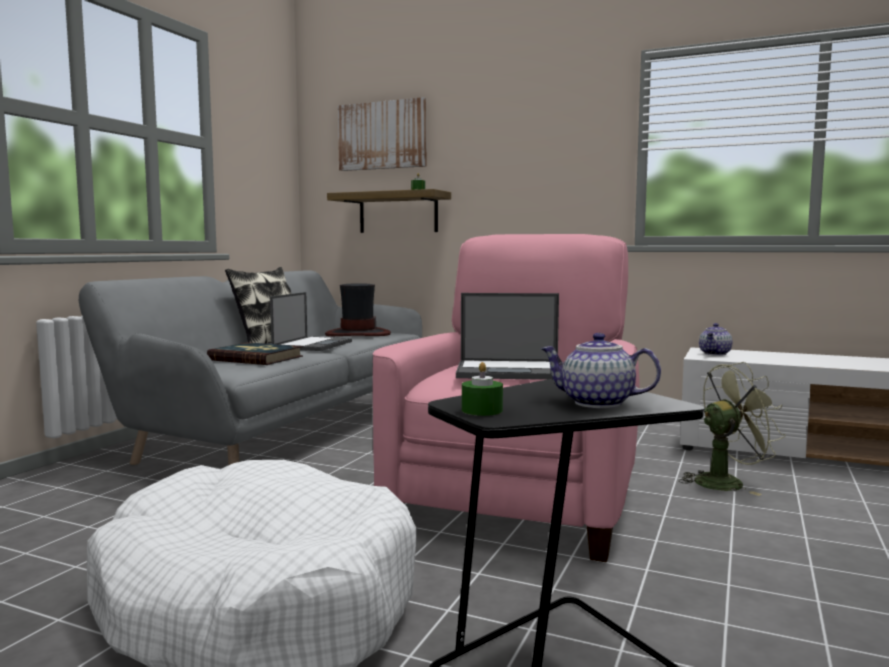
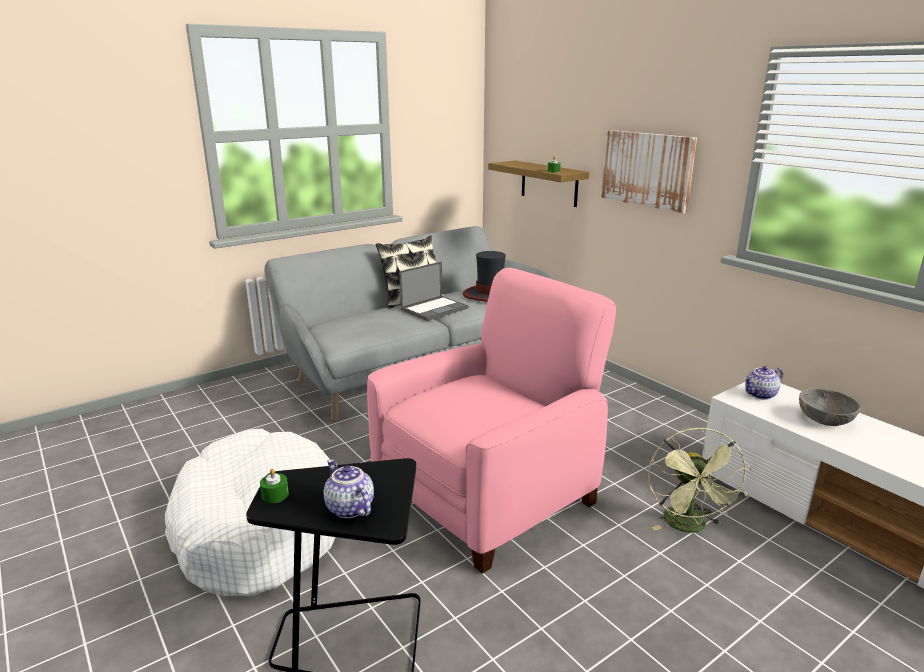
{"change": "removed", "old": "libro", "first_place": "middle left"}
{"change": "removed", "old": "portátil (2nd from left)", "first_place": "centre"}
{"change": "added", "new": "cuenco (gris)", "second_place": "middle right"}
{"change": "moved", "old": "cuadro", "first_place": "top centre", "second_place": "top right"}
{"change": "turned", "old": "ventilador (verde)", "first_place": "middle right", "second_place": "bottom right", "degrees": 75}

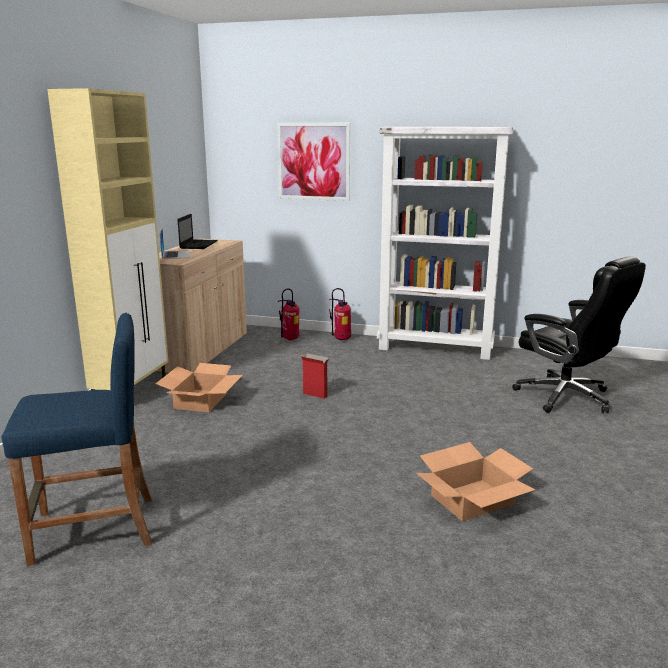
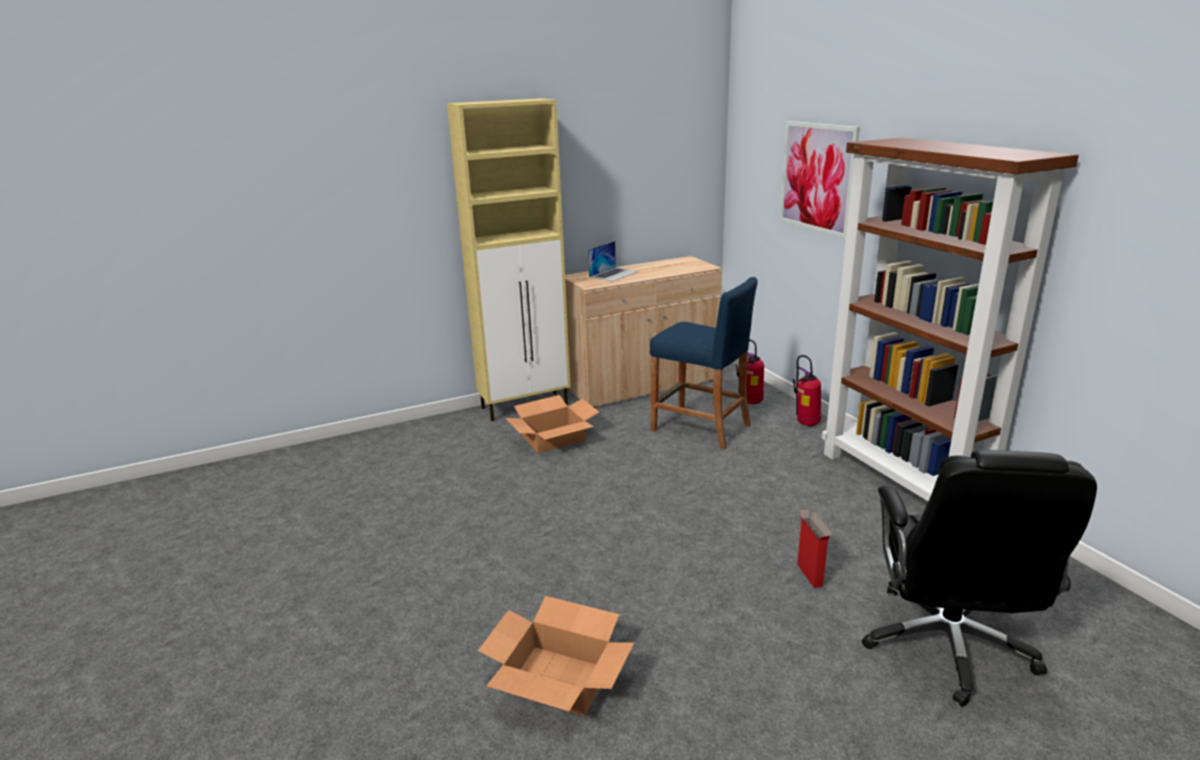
{"change": "removed", "old": "portátil (2nd from left)", "first_place": "middle left"}
{"change": "moved", "old": "taburete (azul)", "first_place": "middle left", "second_place": "centre"}
{"change": "moved", "old": "caja de cartón (2nd from left in the first image)", "new": "caja de cartón (3rd from left)", "first_place": "centre", "second_place": "bottom right"}
{"change": "recoloured", "old": "estantería (blanco)", "new": "estantería (marrón)", "first_place": "centre", "second_place": "middle right"}

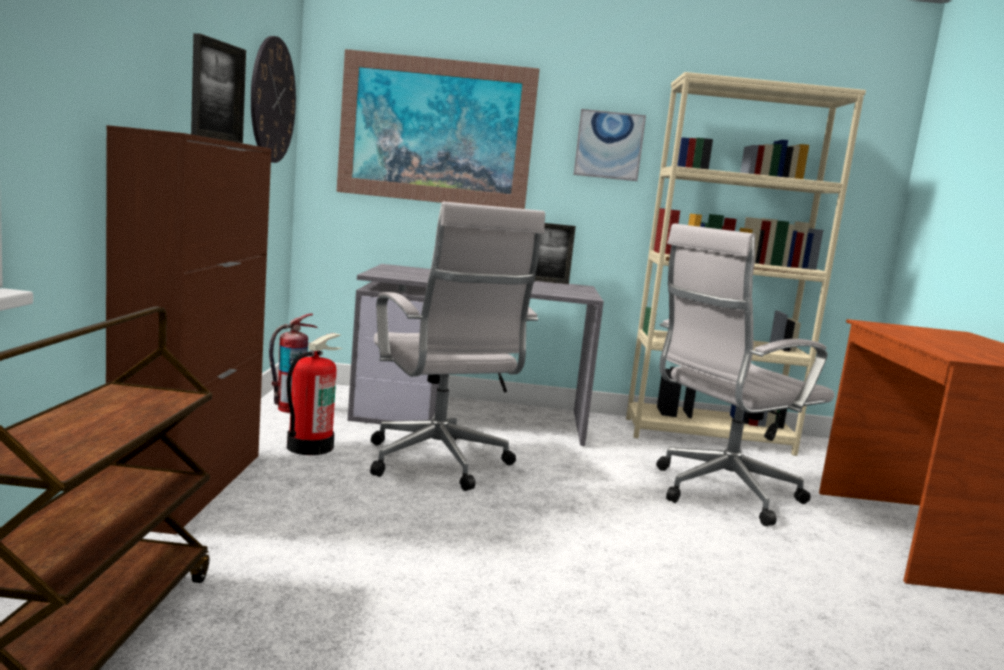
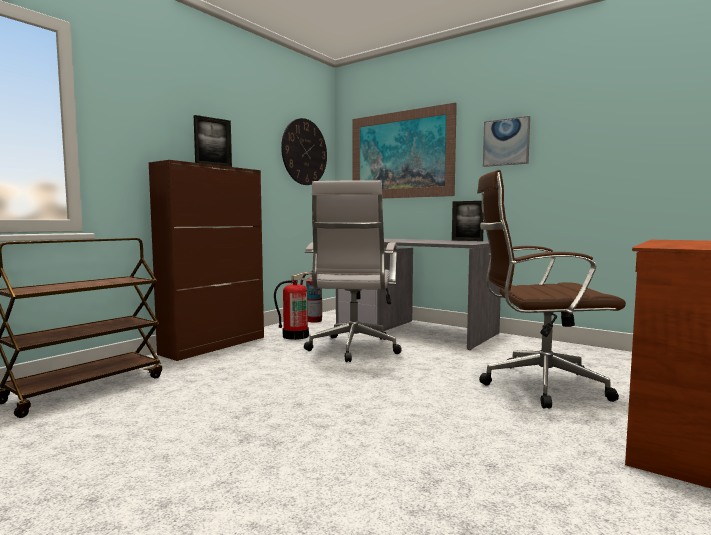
{"change": "removed", "old": "estantería (beis)", "first_place": "middle right"}
{"change": "recoloured", "old": "silla de oficina (blanco) (2nd from left)", "new": "silla de oficina (marrón)", "first_place": "middle right", "second_place": "middle right"}

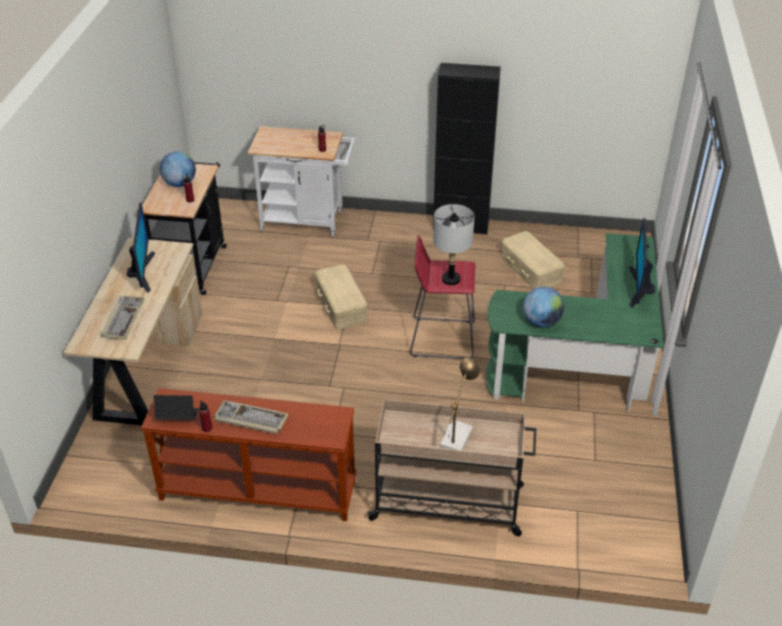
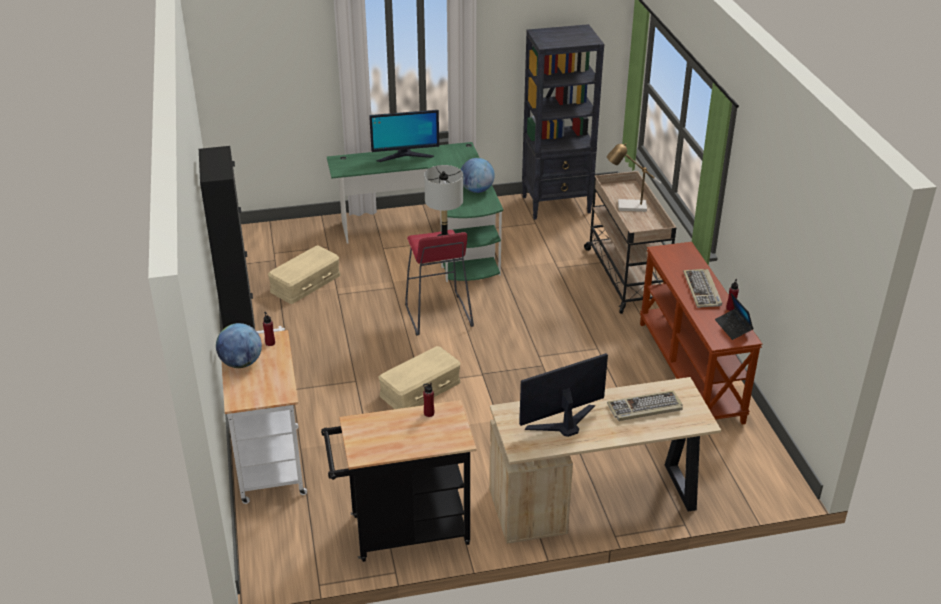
{"change": "added", "new": "estantería (negro)", "second_place": "top centre"}
{"change": "moved", "old": "globo terráqueo (1st from left)", "first_place": "top left", "second_place": "middle left"}

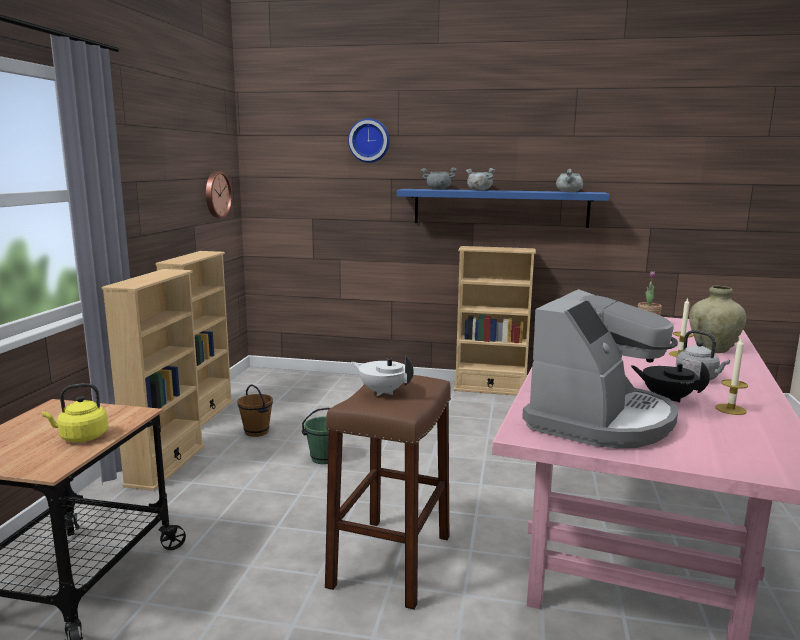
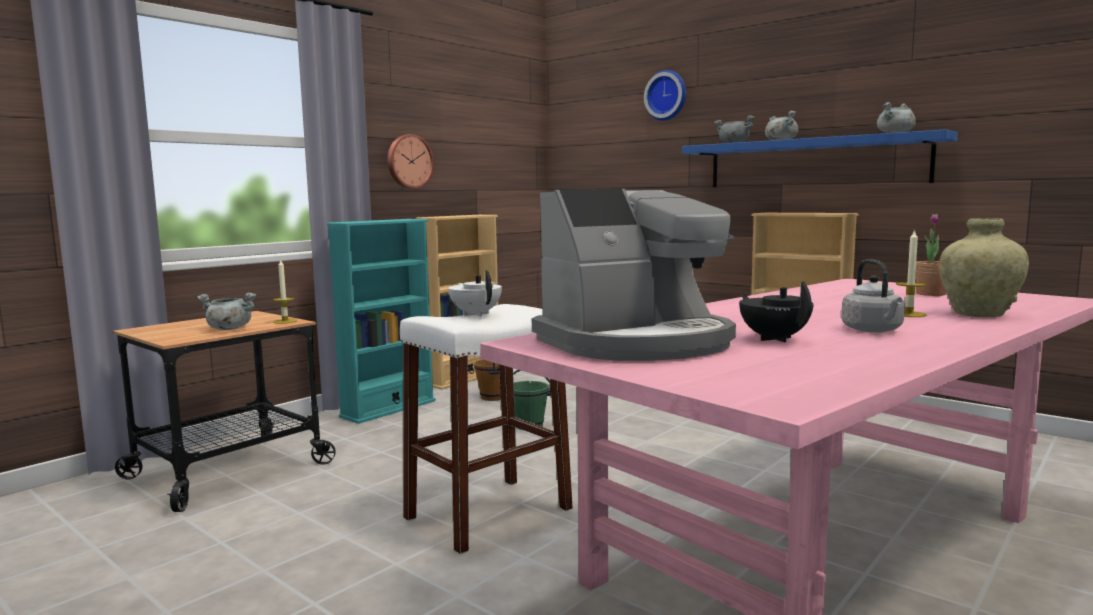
{"change": "moved", "old": "reloj de pared (1st from left)", "first_place": "top left", "second_place": "top centre"}
{"change": "moved", "old": "vela (2nd from left in the first image)", "new": "vela (1st from left)", "first_place": "middle right", "second_place": "middle left"}
{"change": "replaced", "old": "hervidor (amarillo)", "new": "olla (gris) (1st from left)", "first_place": "middle left", "second_place": "middle left"}
{"change": "recoloured", "old": "estantería (beis) (1st from left)", "new": "estantería (turquesa)", "first_place": "middle left", "second_place": "centre"}
{"change": "recoloured", "old": "taburete (marrón)", "new": "taburete (blanco)", "first_place": "bottom centre", "second_place": "bottom centre"}

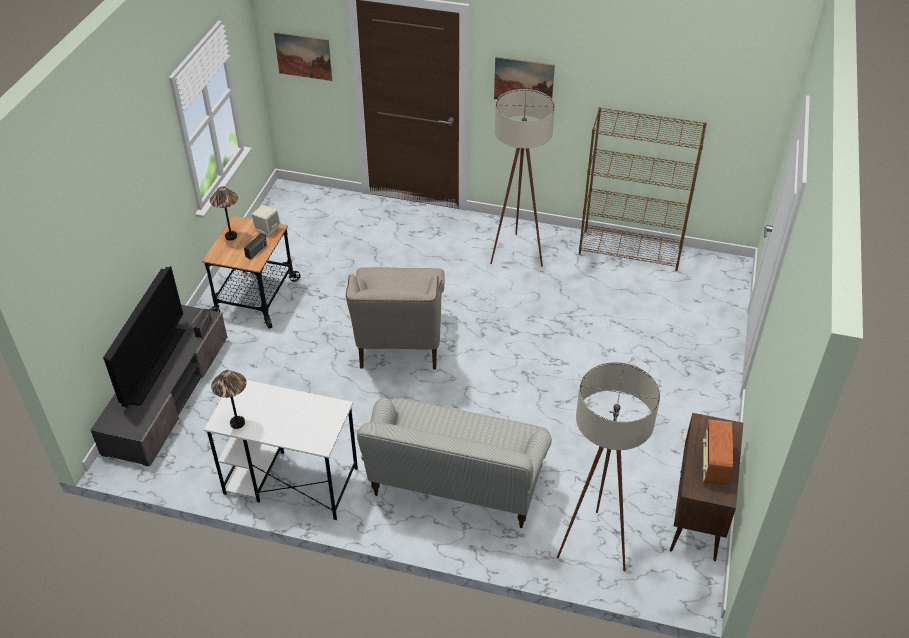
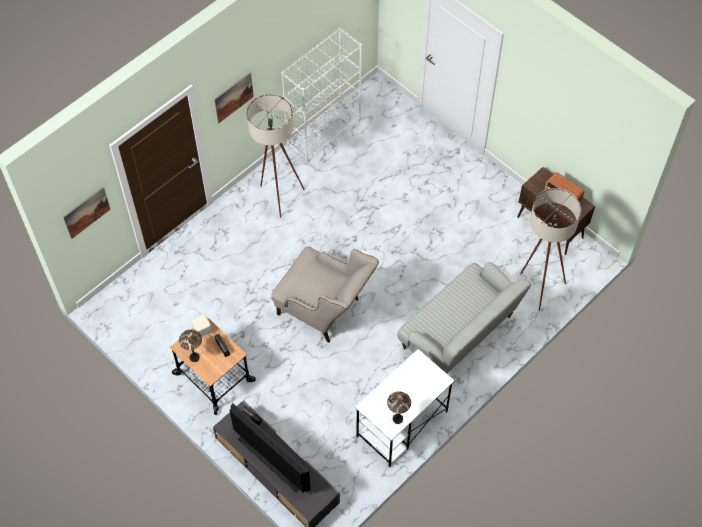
{"change": "recoloured", "old": "estantería (marrón)", "new": "estantería (blanco)", "first_place": "top right", "second_place": "top centre"}

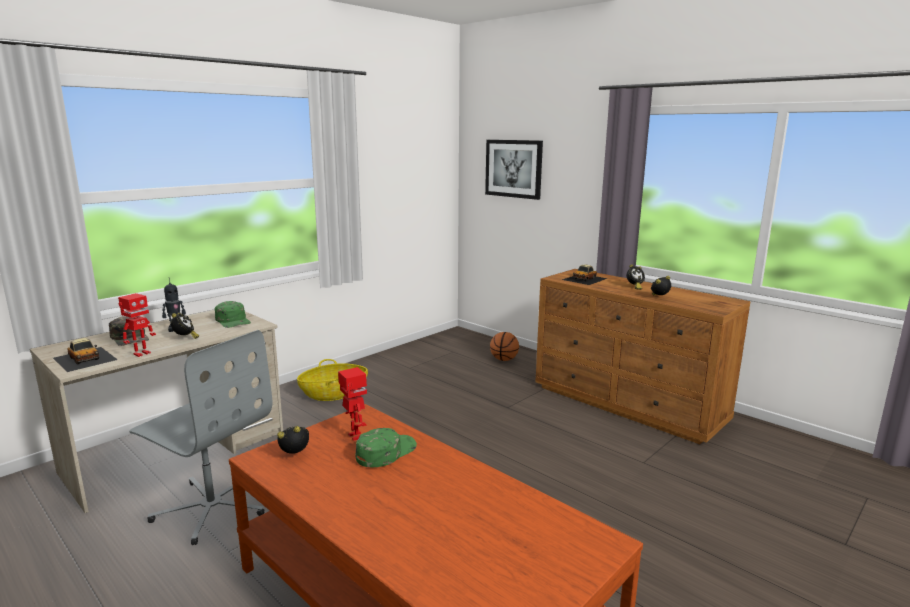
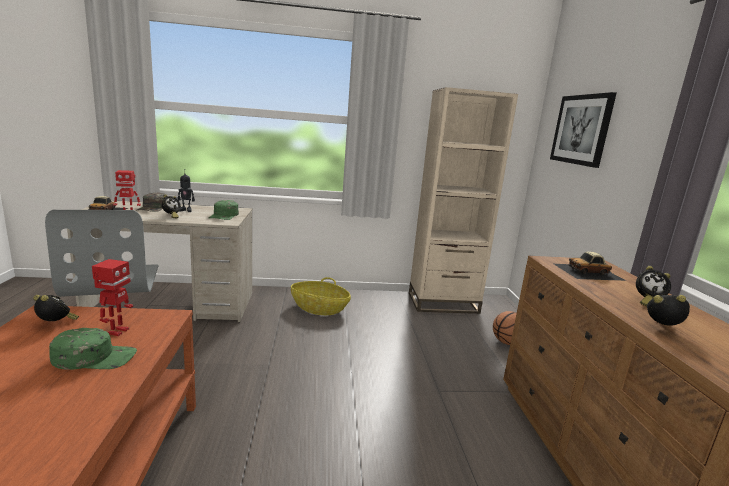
{"change": "added", "new": "estantería (beis)", "second_place": "centre"}

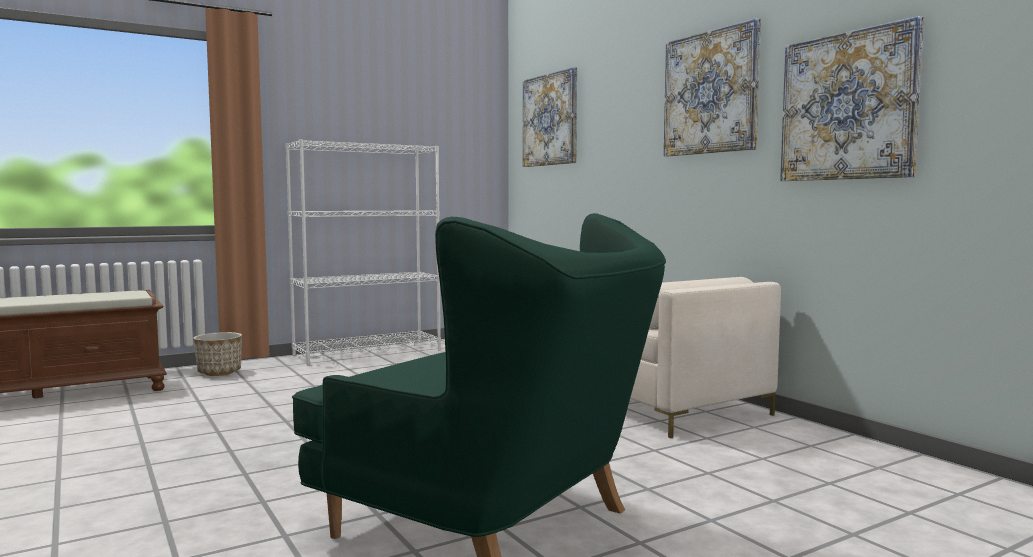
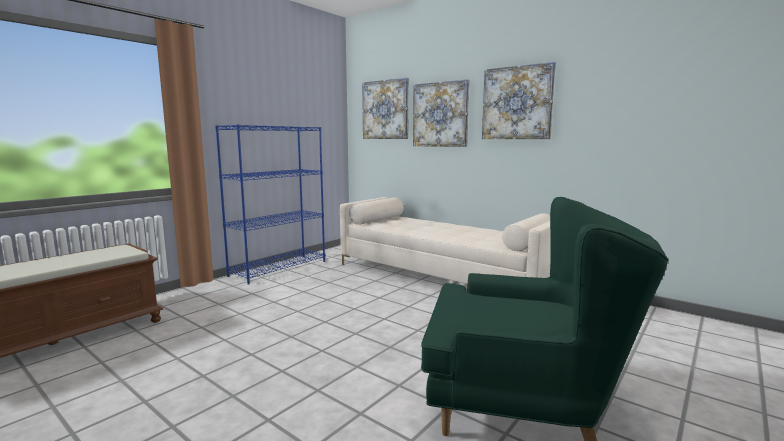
{"change": "removed", "old": "maceta", "first_place": "middle left"}
{"change": "moved", "old": "cuadro (3rd from left in the first image)", "new": "cuadro (2nd from left)", "first_place": "top right", "second_place": "top centre"}
{"change": "recoloured", "old": "estantería (blanco)", "new": "estantería (azul)", "first_place": "centre", "second_place": "centre"}

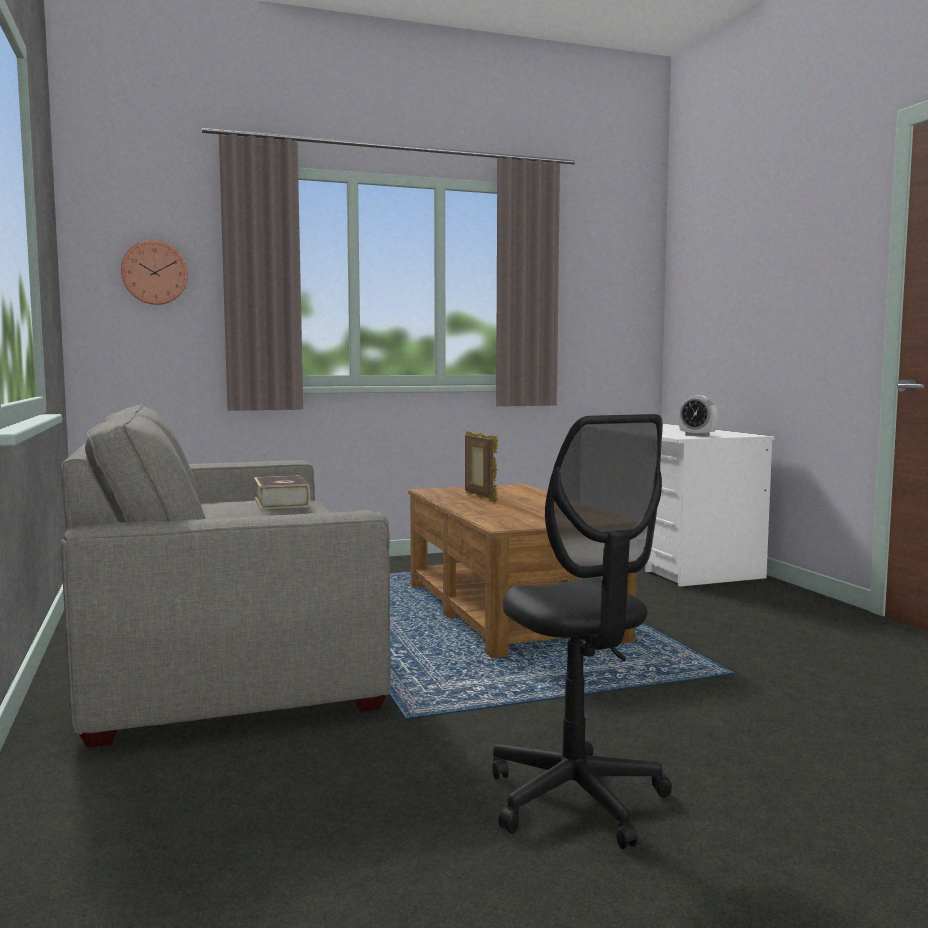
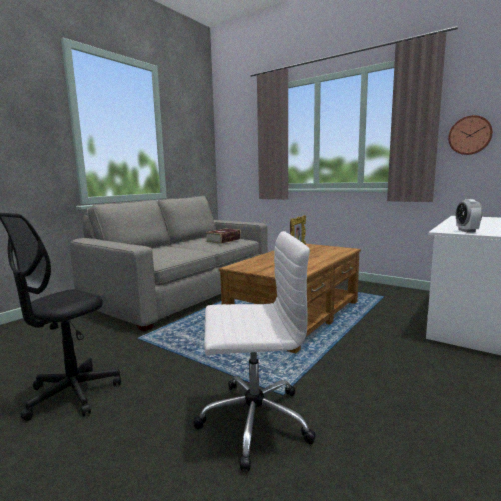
{"change": "added", "new": "silla de oficina (blanco)", "second_place": "bottom centre"}
{"change": "moved", "old": "reloj de pared", "first_place": "top left", "second_place": "top right"}

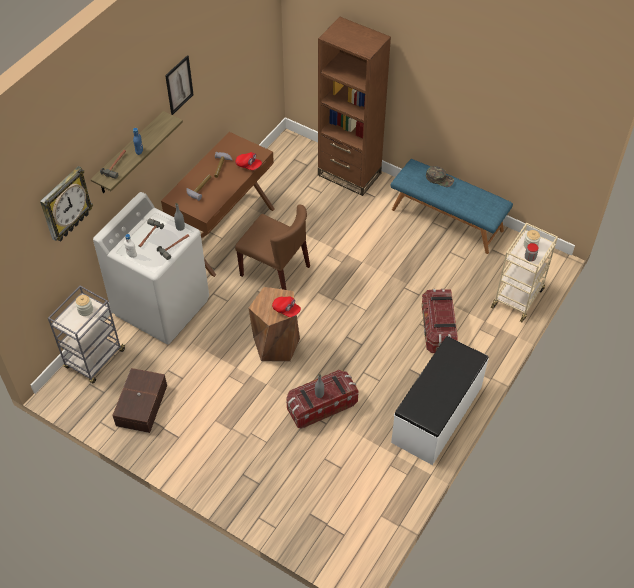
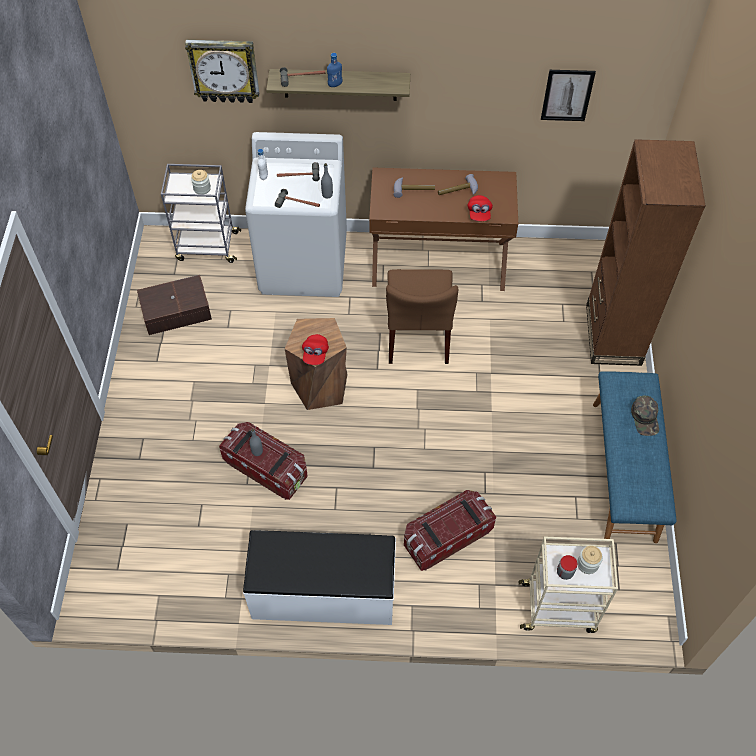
{"change": "moved", "old": "cuadro", "first_place": "top left", "second_place": "top right"}

